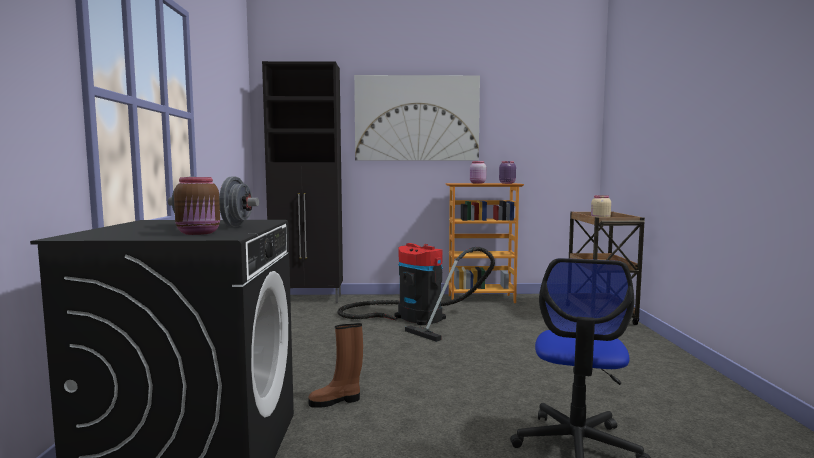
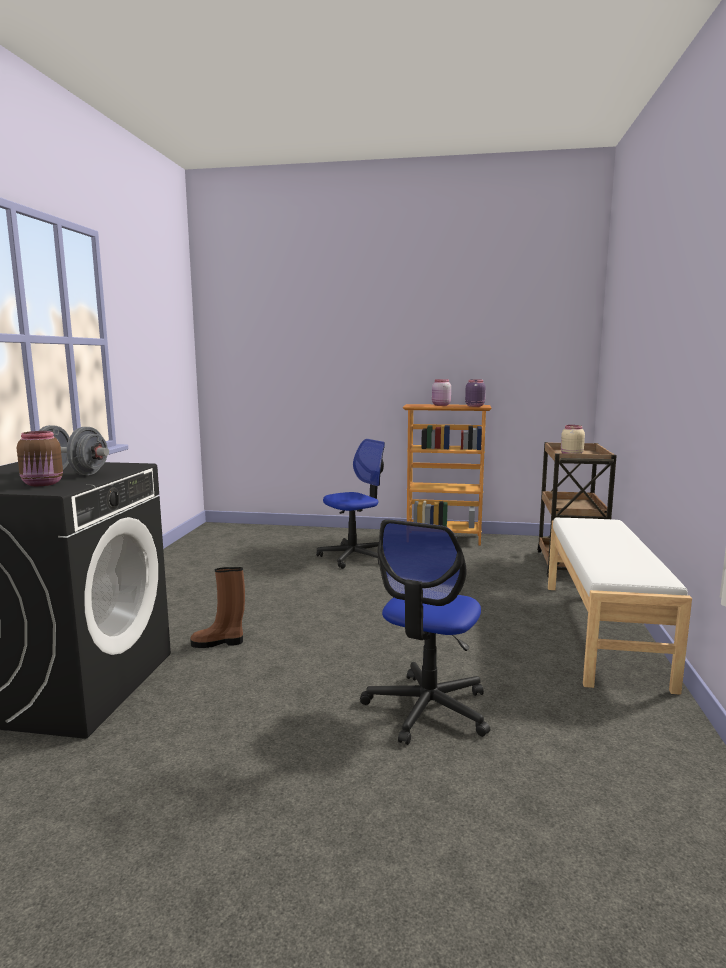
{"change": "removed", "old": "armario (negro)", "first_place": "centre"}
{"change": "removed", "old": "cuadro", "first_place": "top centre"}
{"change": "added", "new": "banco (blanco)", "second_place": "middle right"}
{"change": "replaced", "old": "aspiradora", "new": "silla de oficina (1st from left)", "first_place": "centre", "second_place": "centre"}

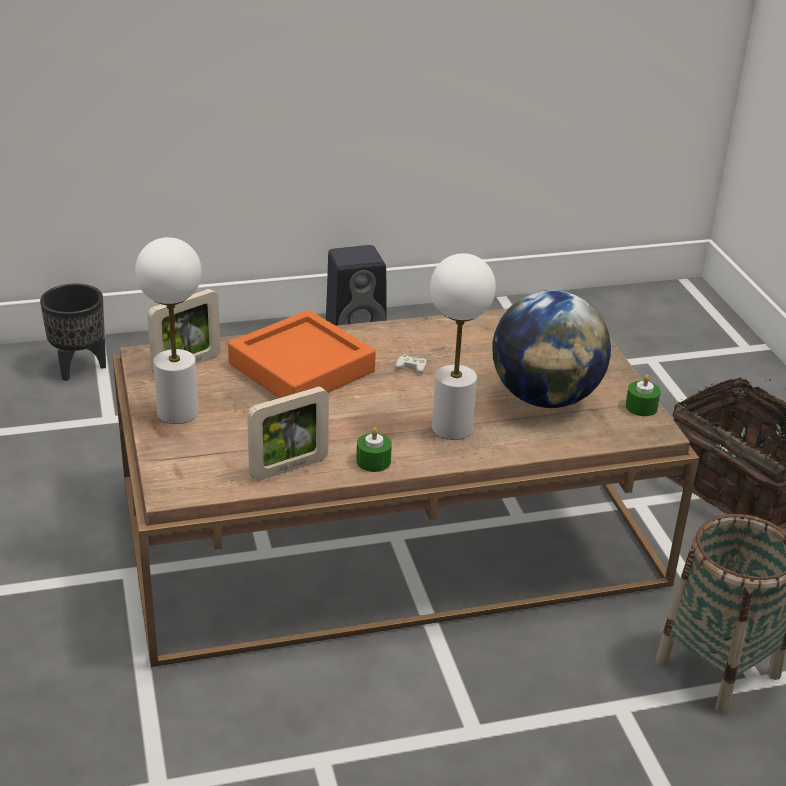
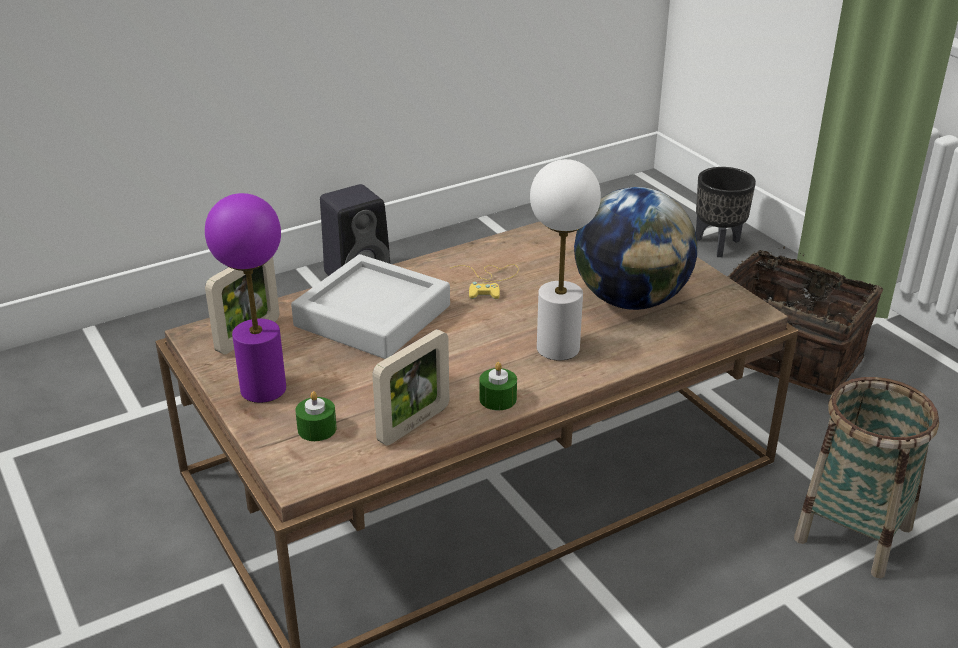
{"change": "moved", "old": "maceta (negro)", "first_place": "middle left", "second_place": "top right"}
{"change": "moved", "old": "vela (verde) (2nd from left in the first image)", "new": "vela (verde) (1st from left)", "first_place": "middle right", "second_place": "middle left"}
{"change": "recoloured", "old": "lámpara de mesa (blanco) (1st from left)", "new": "lámpara de mesa (morado)", "first_place": "middle left", "second_place": "middle left"}
{"change": "recoloured", "old": "bandeja (naranja)", "new": "bandeja (gris)", "first_place": "centre", "second_place": "centre"}
{"change": "recoloured", "old": "mando de consola (blanco)", "new": "mando de consola (amarillo)", "first_place": "centre", "second_place": "centre"}

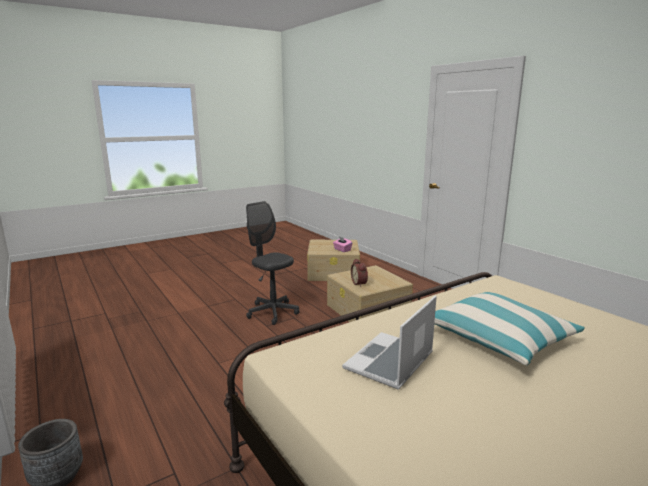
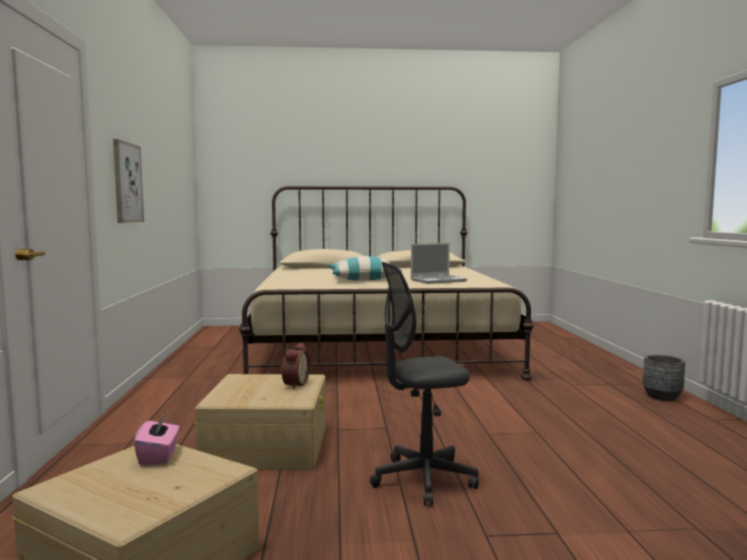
{"change": "added", "new": "cuadro", "second_place": "top left"}
{"change": "turned", "old": "silla de oficina (gris)", "first_place": "centre", "second_place": "bottom centre", "degrees": 90}

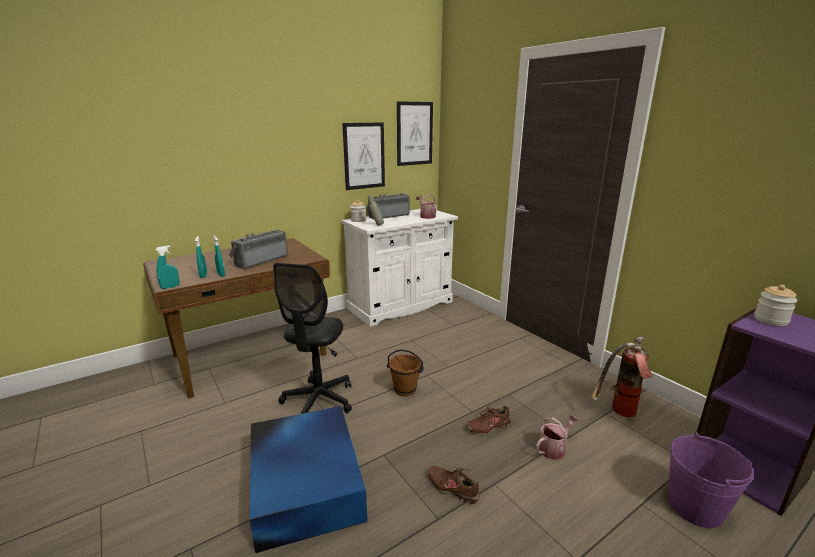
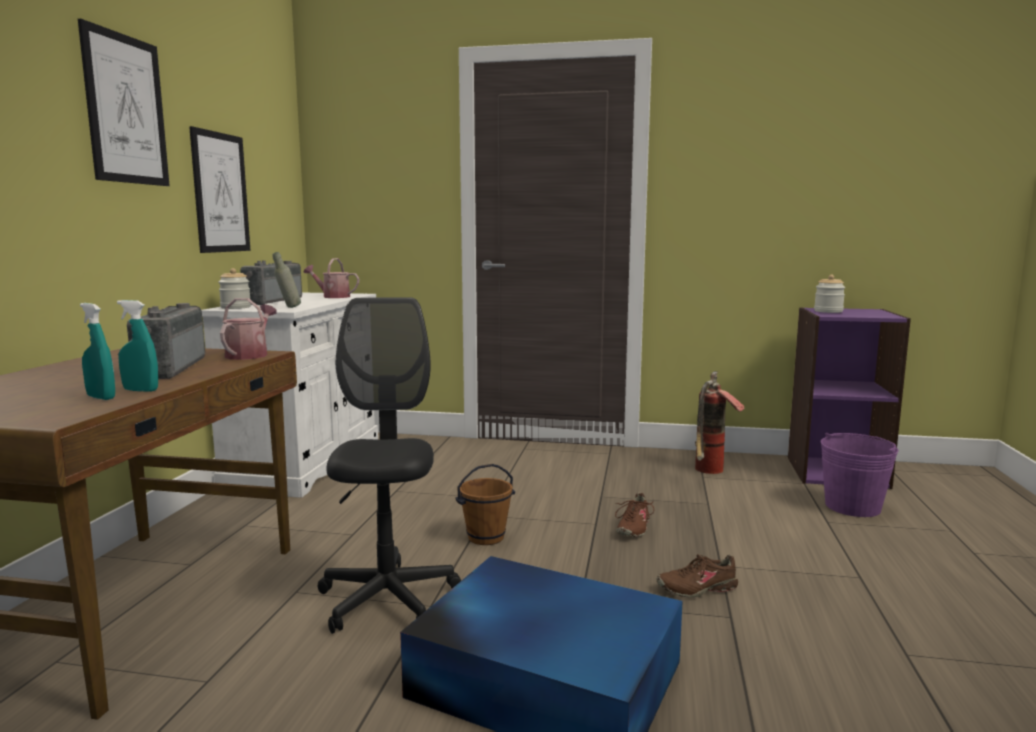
{"change": "removed", "old": "pulverizador (turquesa) (1st from left)", "first_place": "middle left"}
{"change": "moved", "old": "cuadro (2nd from left in the first image)", "new": "cuadro (1st from left)", "first_place": "top centre", "second_place": "top left"}
{"change": "moved", "old": "regadera (2nd from left in the first image)", "new": "regadera (1st from left)", "first_place": "bottom right", "second_place": "middle left"}
{"change": "turned", "old": "silla de oficina (negro)", "first_place": "centre", "second_place": "centre", "degrees": -150}

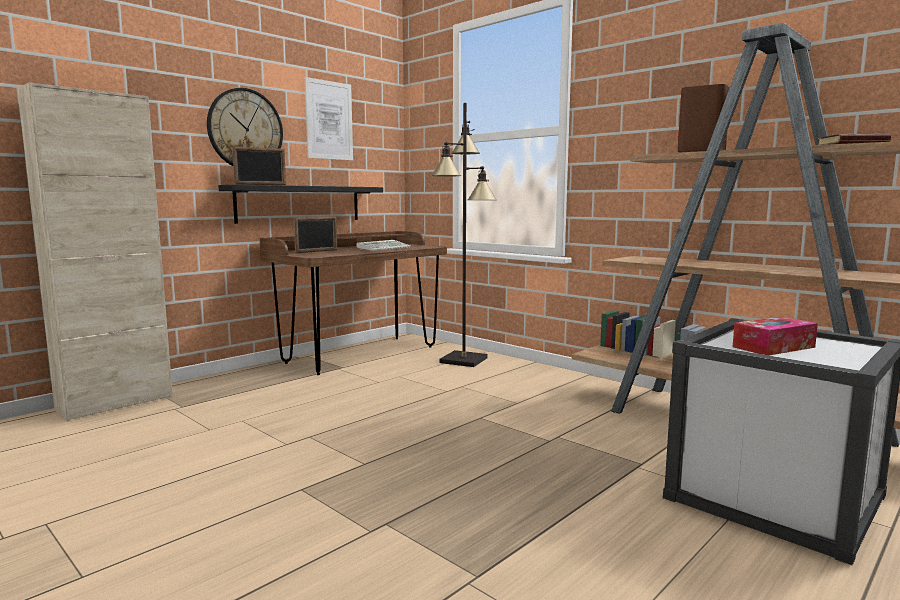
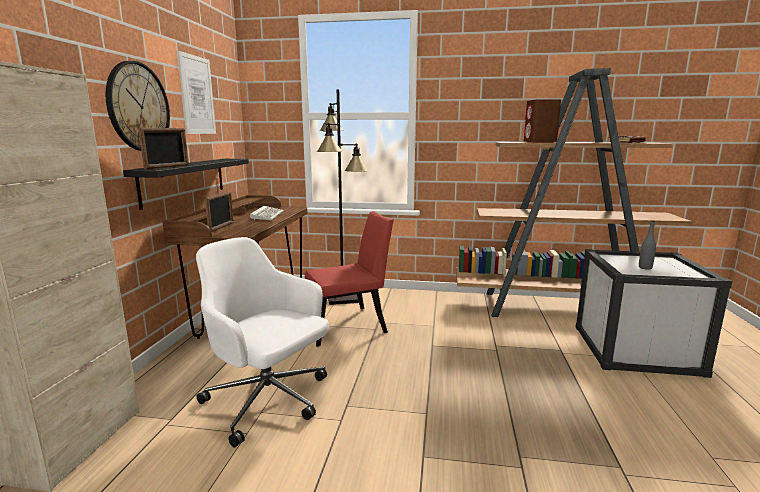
{"change": "added", "new": "silla de oficina (blanco)", "second_place": "bottom centre"}
{"change": "added", "new": "silla (rojo)", "second_place": "centre"}
{"change": "replaced", "old": "caja de pañuelos", "new": "botella (gris)", "first_place": "middle right", "second_place": "middle right"}

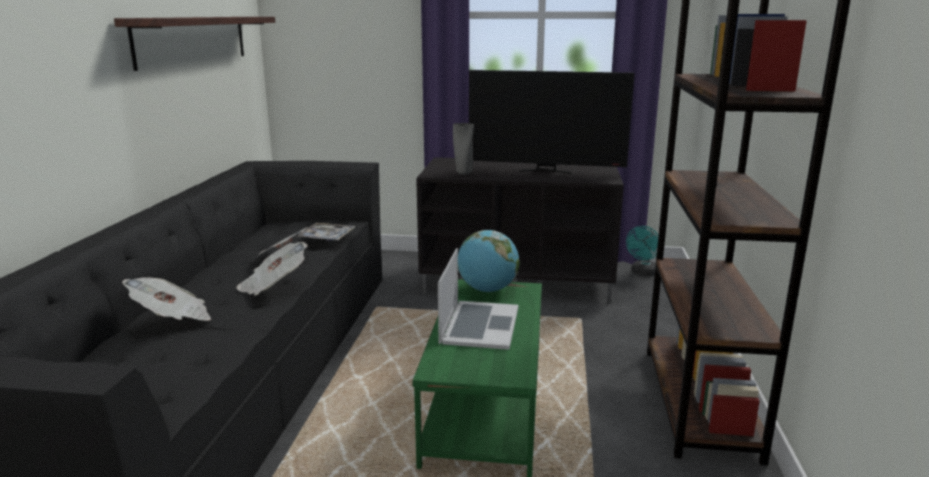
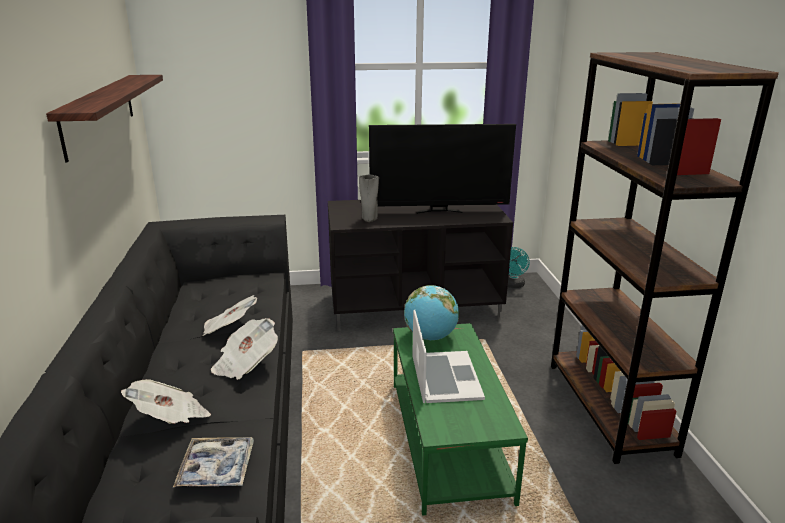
{"change": "moved", "old": "bandeja", "first_place": "centre", "second_place": "bottom left"}

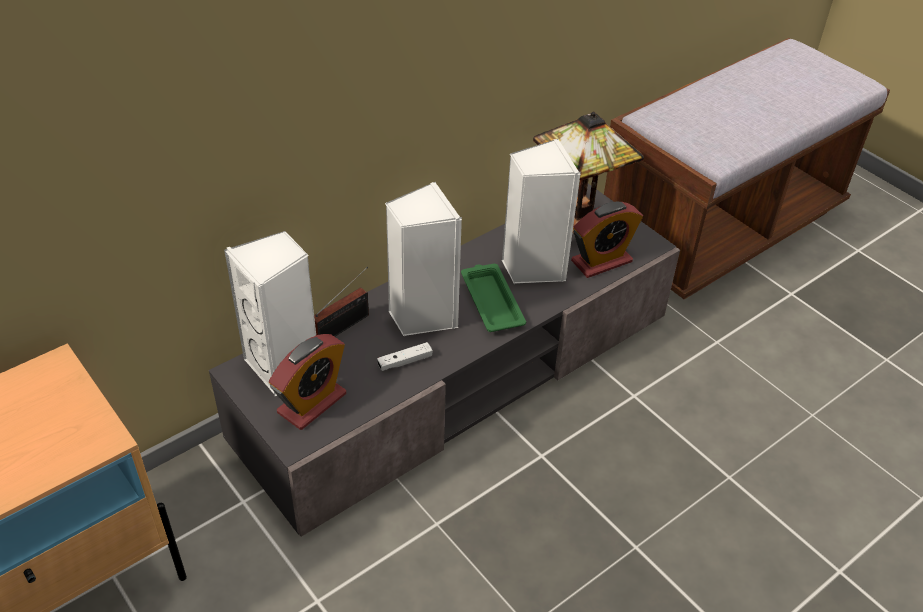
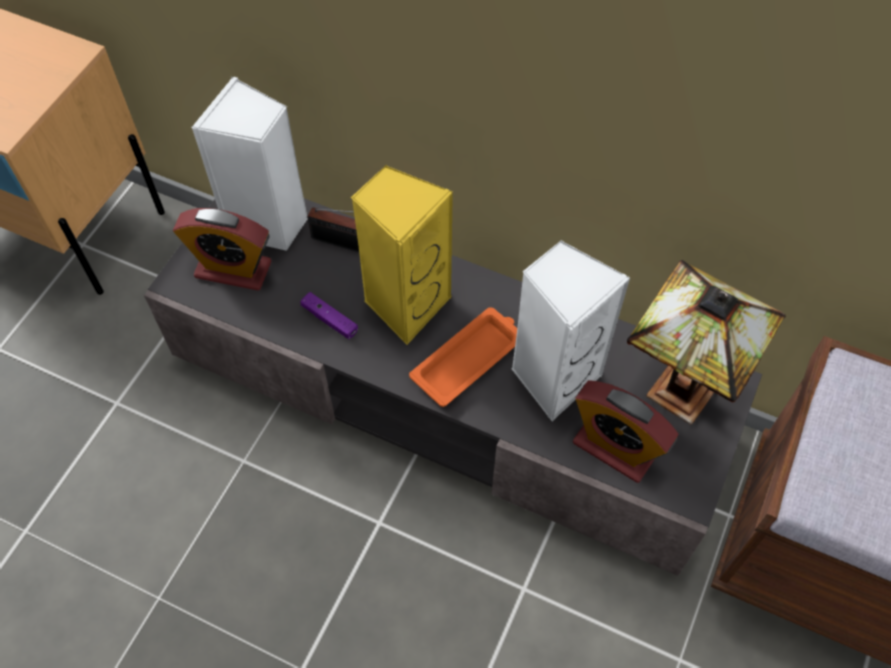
{"change": "recoloured", "old": "mando de consola (blanco)", "new": "mando de consola (morado)", "first_place": "centre", "second_place": "centre"}
{"change": "recoloured", "old": "altavoz (blanco) (2nd from left)", "new": "altavoz (amarillo)", "first_place": "centre", "second_place": "centre"}
{"change": "recoloured", "old": "bandeja (verde)", "new": "bandeja (naranja)", "first_place": "centre", "second_place": "centre"}

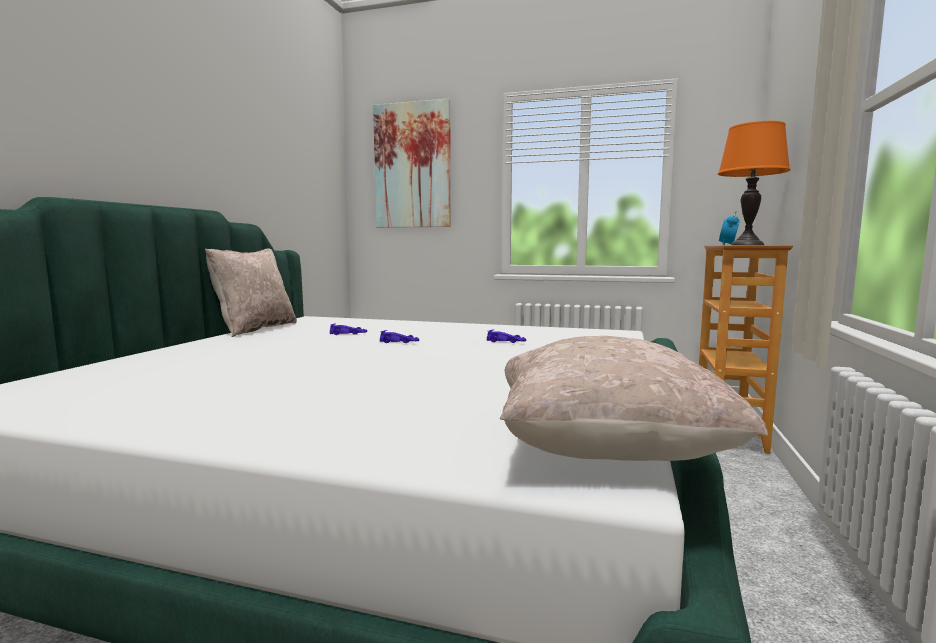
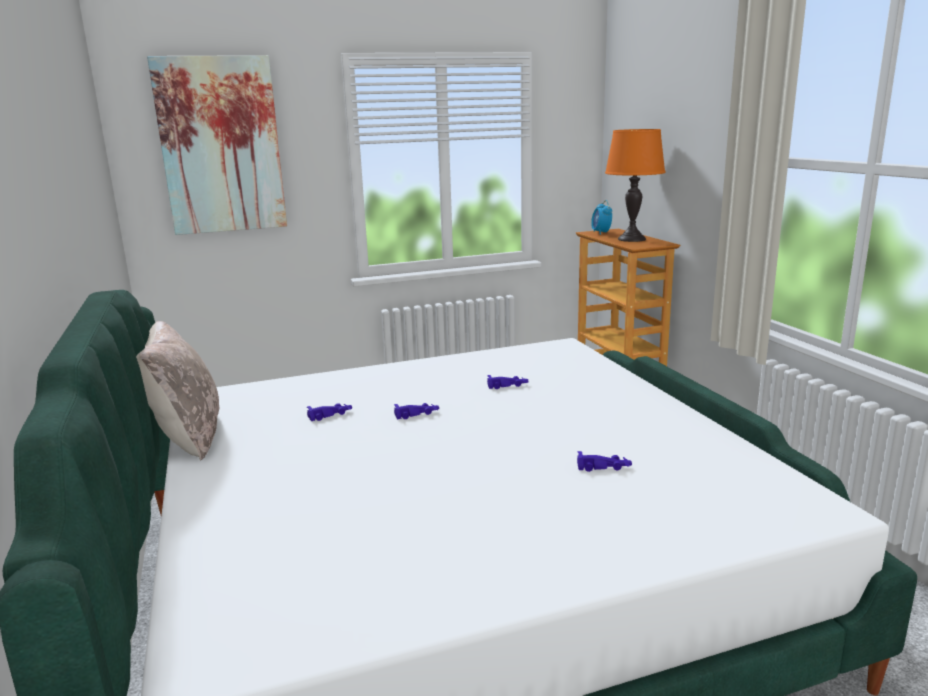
{"change": "removed", "old": "cojín (beis) (2nd from left)", "first_place": "middle right"}
{"change": "added", "new": "coche de juguete (morado) (4th from left)", "second_place": "centre"}

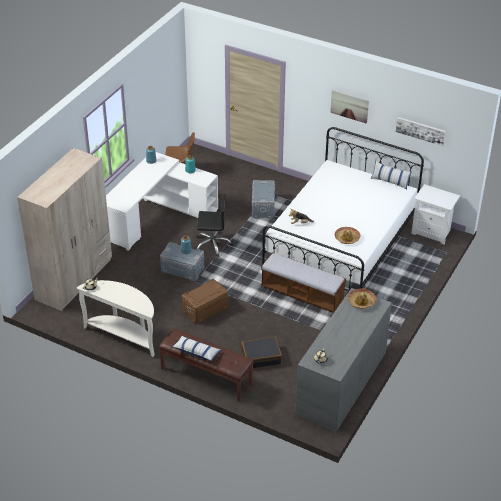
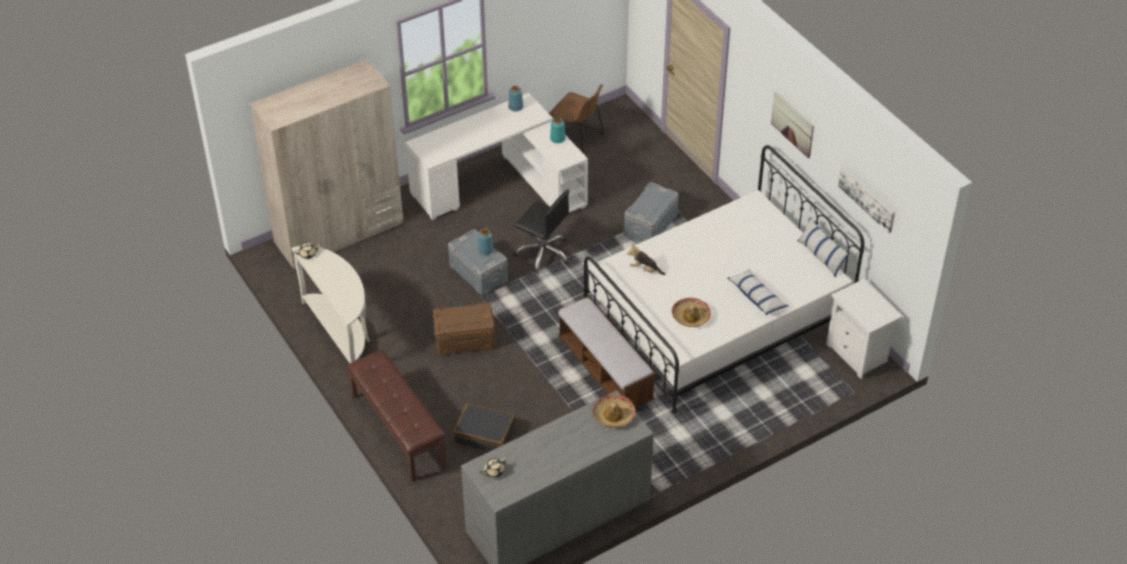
{"change": "moved", "old": "cojín (1st from left)", "first_place": "bottom centre", "second_place": "middle right"}

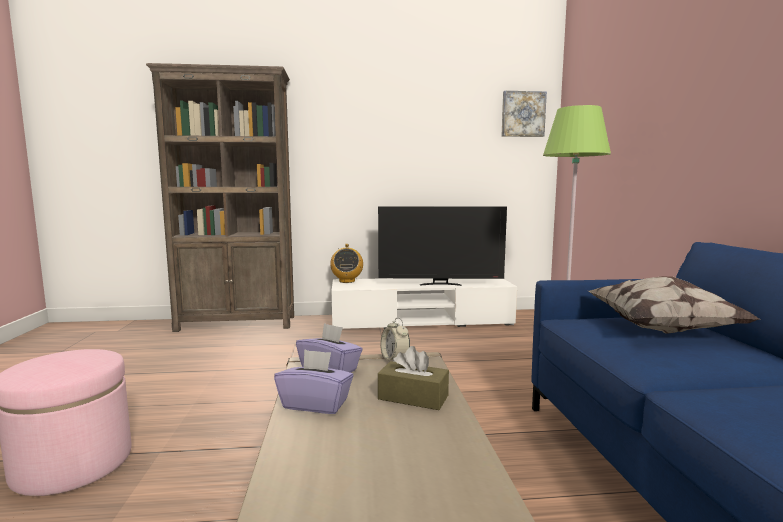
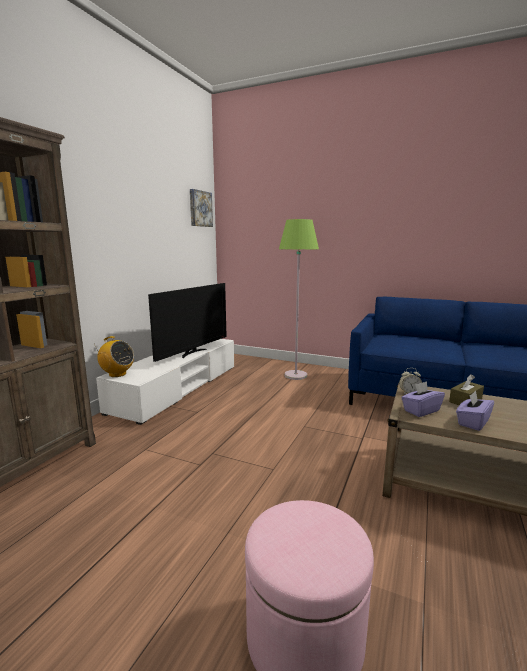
{"change": "removed", "old": "cojín", "first_place": "middle right"}

